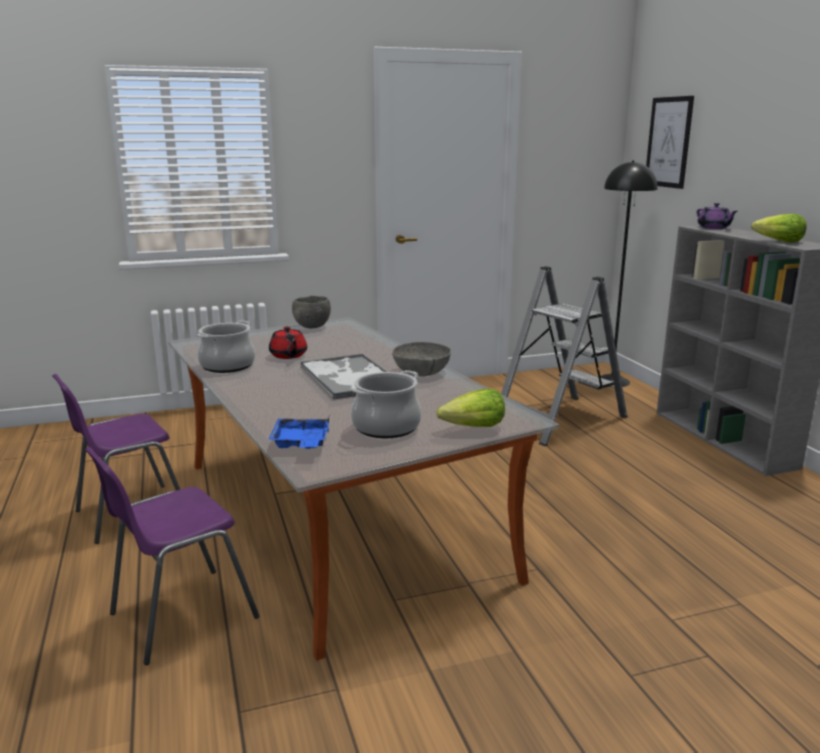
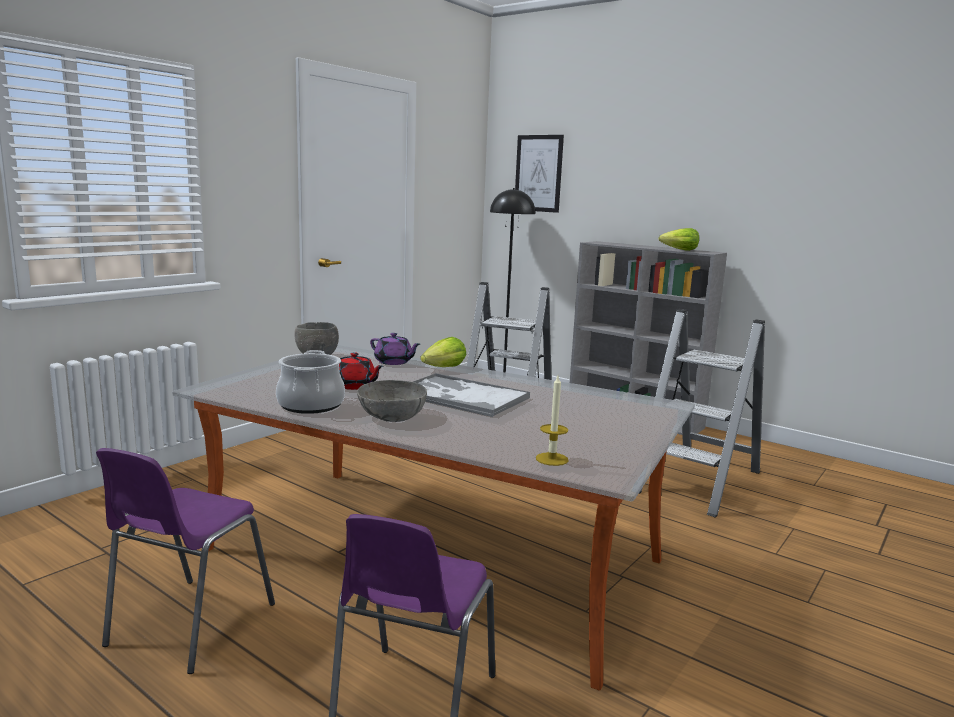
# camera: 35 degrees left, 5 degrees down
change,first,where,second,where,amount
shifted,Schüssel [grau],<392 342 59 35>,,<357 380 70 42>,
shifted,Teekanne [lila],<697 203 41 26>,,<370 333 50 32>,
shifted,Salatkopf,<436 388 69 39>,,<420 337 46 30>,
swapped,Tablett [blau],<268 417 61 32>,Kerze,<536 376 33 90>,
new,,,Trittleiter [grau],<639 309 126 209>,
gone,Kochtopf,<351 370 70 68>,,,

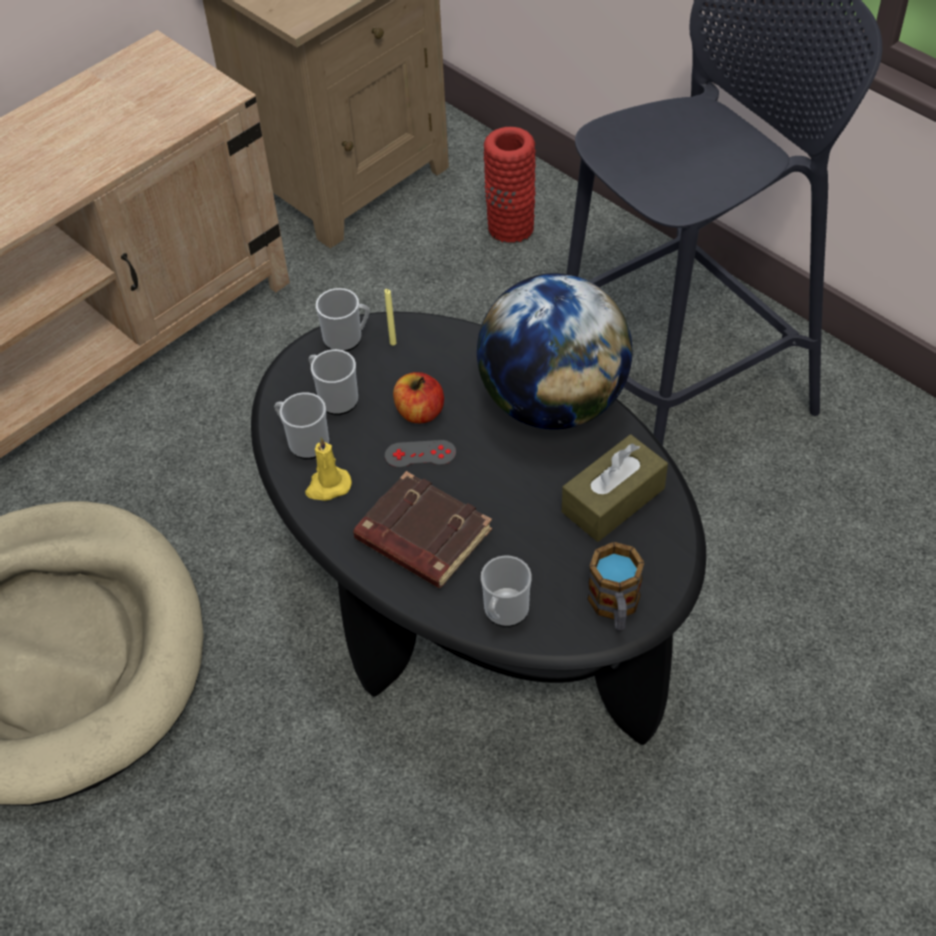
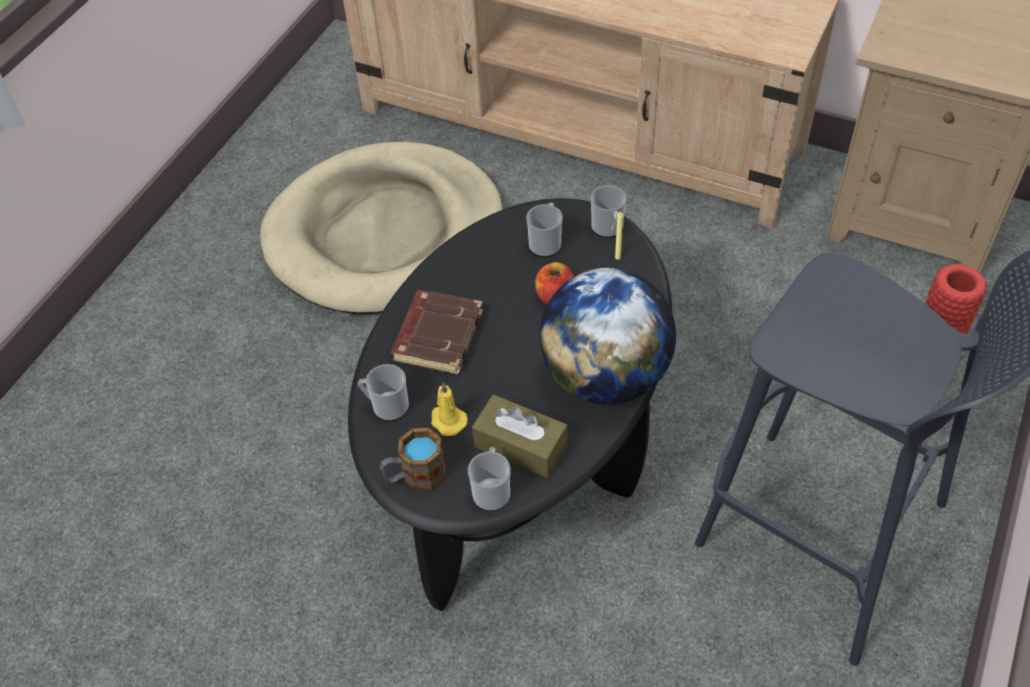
# camera: 70 degrees right, 0 degrees up
change,first,where,second,where,amount
shifted,Kerze [gelb],<305 437 47 64>,,<431 382 37 54>,
shifted,Henkelbecher,<274 392 55 67>,,<468 447 43 64>,
gone,Gamepad [grau],<385 440 71 28>,,,

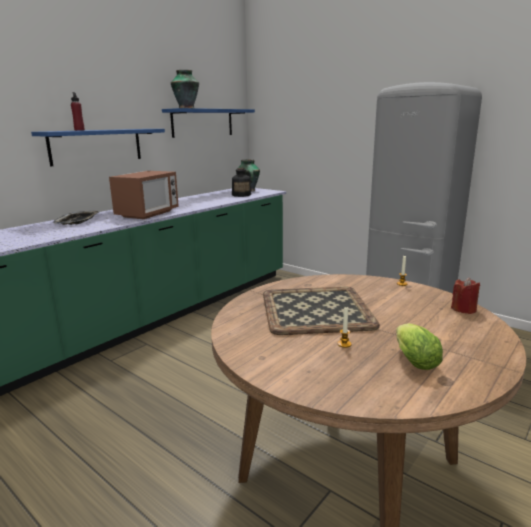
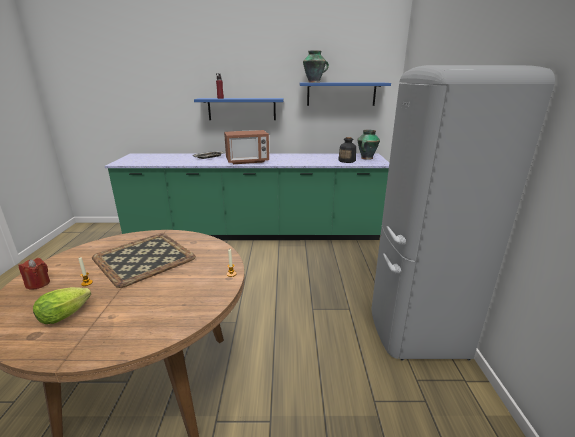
# camera: 50 degrees right, 5 degrees up
change,first,where,second,where,amount
shifted,Kerze [rot],<451 278 29 36>,,<18 258 32 32>,

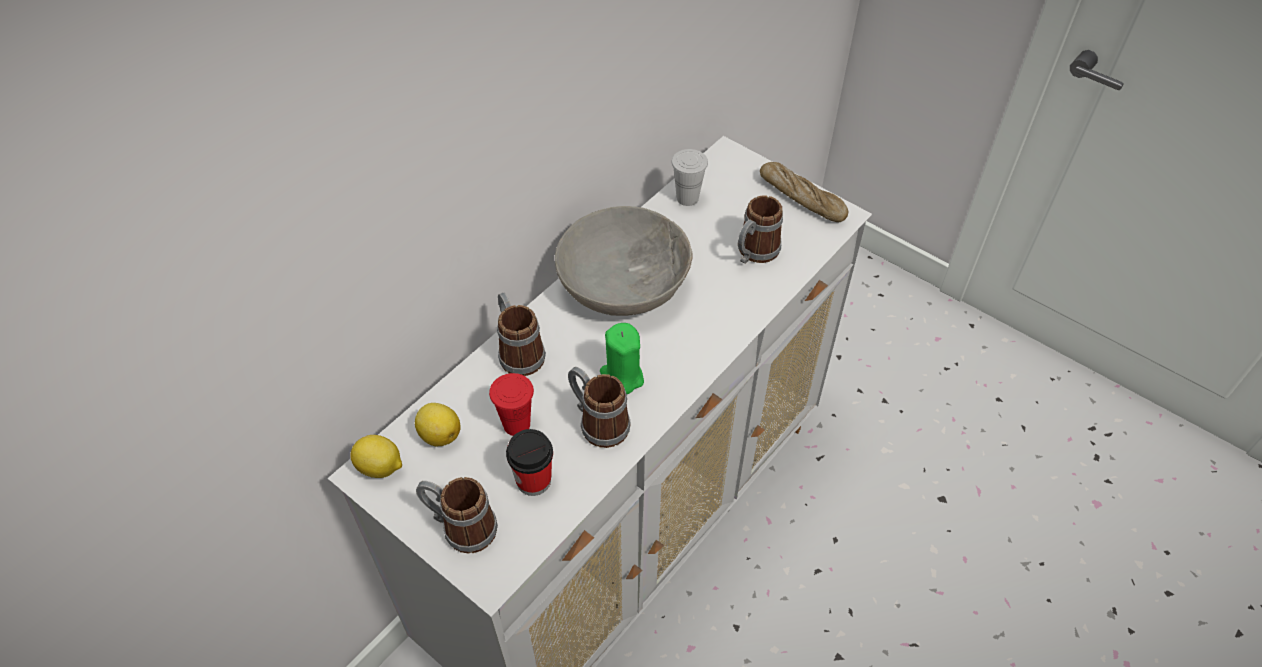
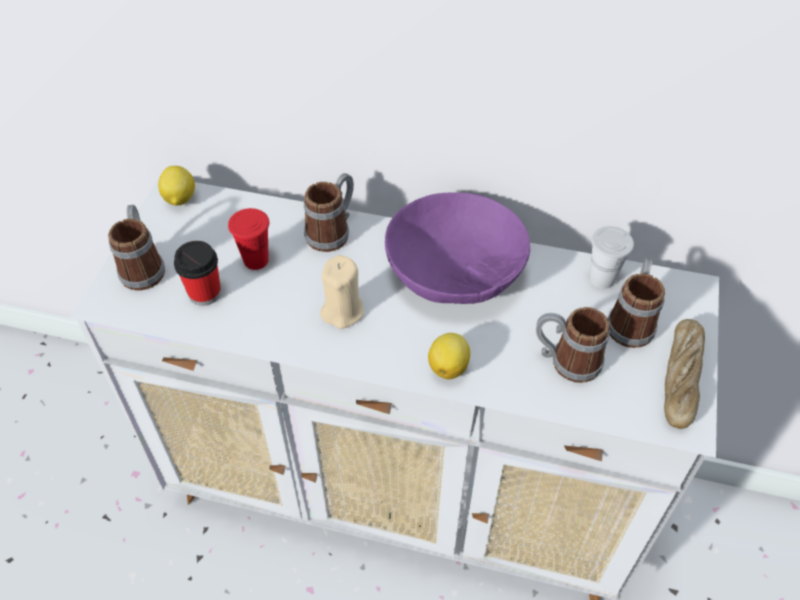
# camera: 65 degrees right, 0 degrees up
change,first,where,second,where,amount
repainted,Kerze [grün],<600 323 44 71>,Kerze [beige],<320 255 44 74>,
repainted,Schüssel [grau],<555 206 137 110>,Schüssel [lila],<385 192 145 112>,
shifted,Zitrone,<415 403 46 43>,,<428 333 42 46>,
shifted,Henkelbecher,<568 367 63 81>,,<607 258 58 90>,

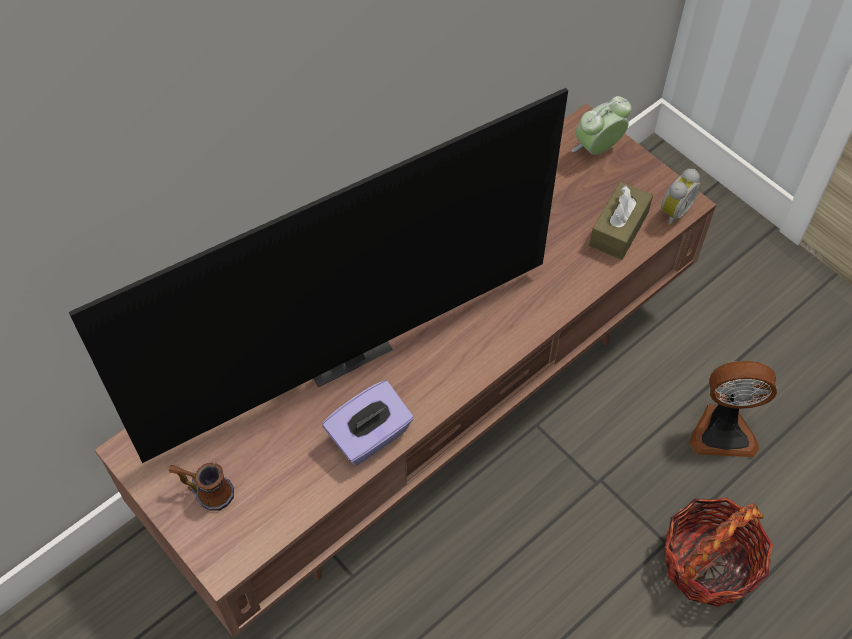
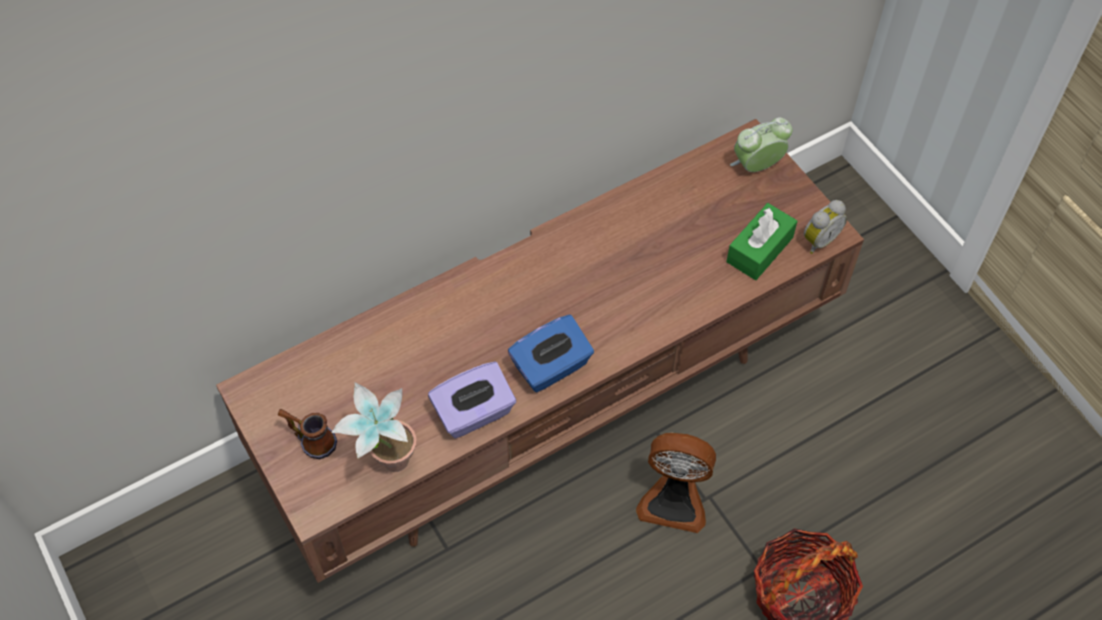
# camera: 10 degrees right, 0 degrees up
change,first,where,second,where,amount
new,,,Topfpflanze,<332 382 84 90>,
new,,,Taschentuchbox [blau],<508 315 86 78>,
shifted,Ventilator,<690 361 87 96>,,<636 433 80 100>,
repainted,Taschentuchbox [braun],<589 182 64 78>,Taschentuchbox [grün],<726 203 71 77>,
gone,Fernseher,<69 88 499 375>,,,

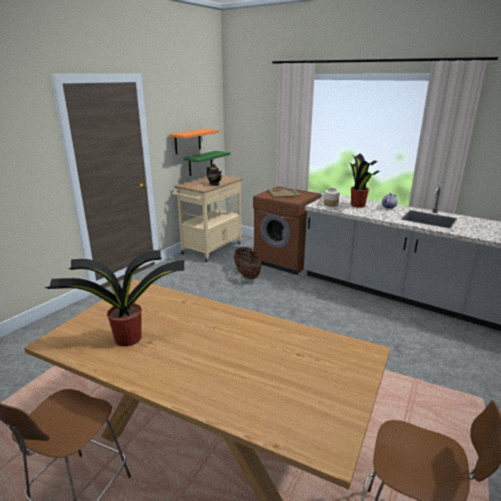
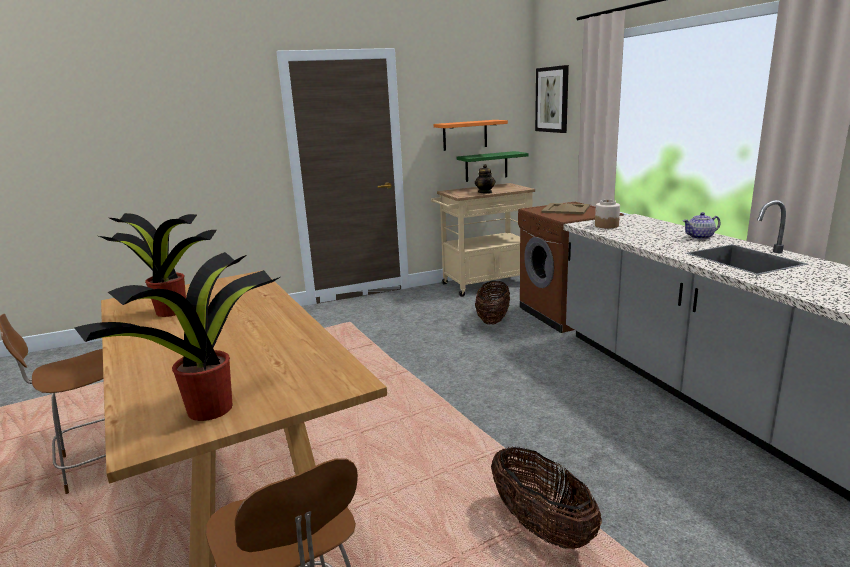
# camera: 35 degrees right, 5 degrees down
change,first,where,second,where,amount
shifted,Topfpflanze,<348 154 31 53>,,<74 252 206 169>,
new,,,Korb,<491 447 111 102>,
new,,,Bild,<535 65 34 68>,

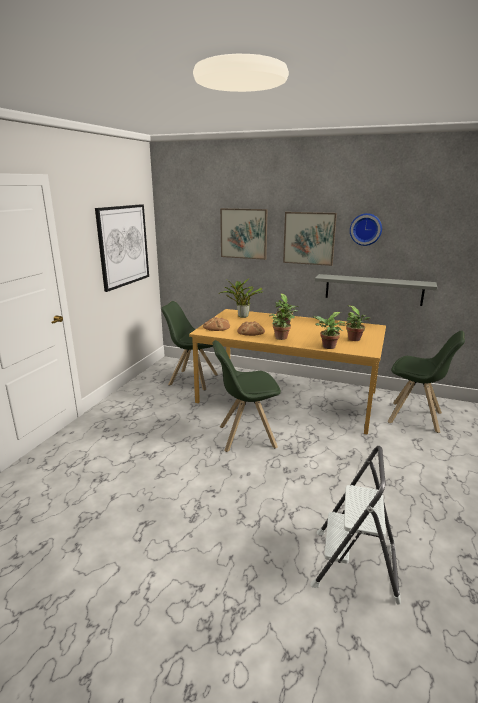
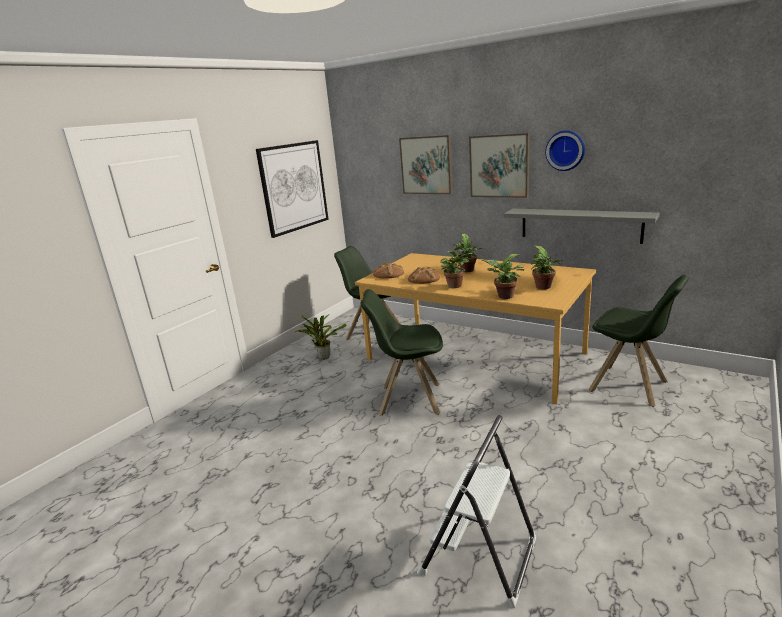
# camera: 15 degrees right, 0 degrees up
change,first,where,second,where,amount
shifted,Topfpflanze,<218 279 45 39>,,<295 314 51 46>,

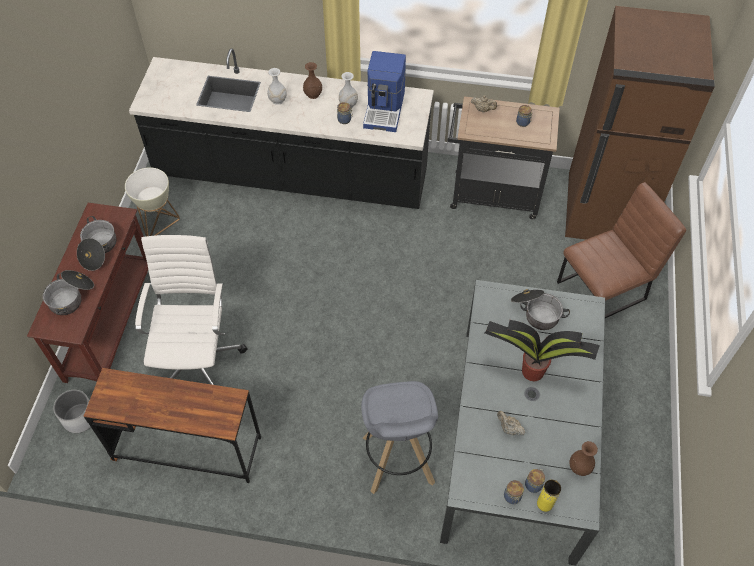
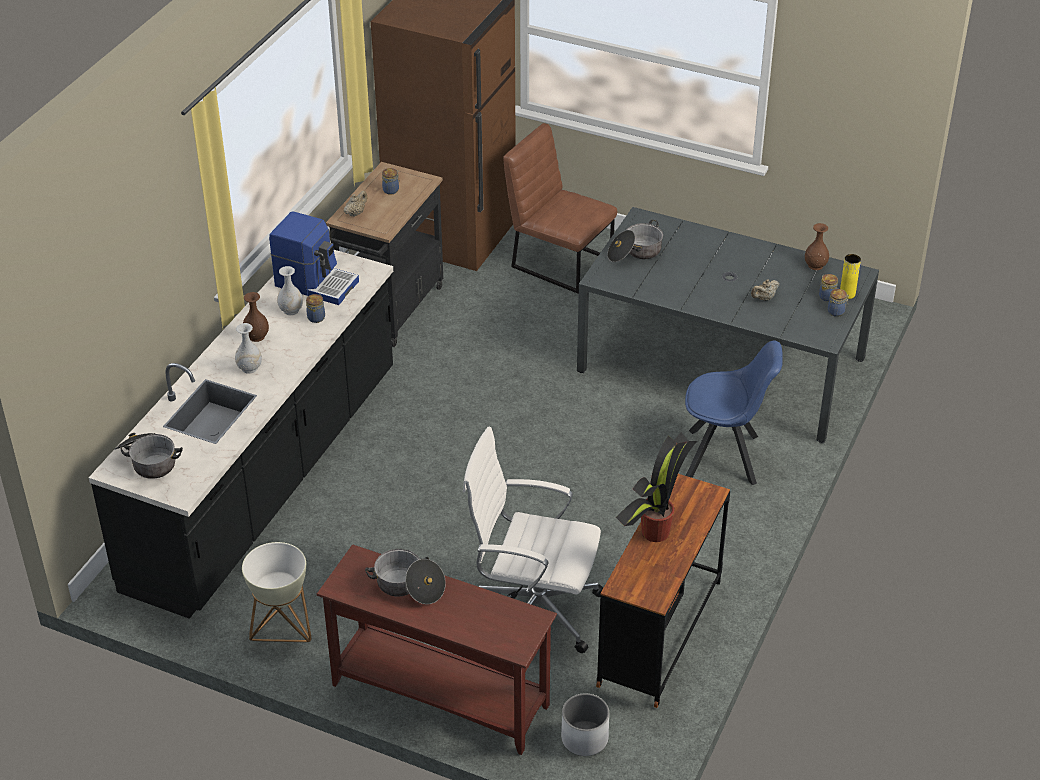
# camera: 75 degrees left, 15 degrees down
change,first,where,second,where,amount
shifted,Kochtopf,<43 270 51 45>,,<114 433 69 46>,
rotated,Stuhl [braun],<557 182 129 136>,,<503 123 114 170>,45 degrees counterclockwise
shifted,Topfpflanze,<485 320 115 61>,,<616 432 81 110>,
swapped,Hocker [grau],<361 381 77 113>,Stuhl [blau],<685 341 98 144>,

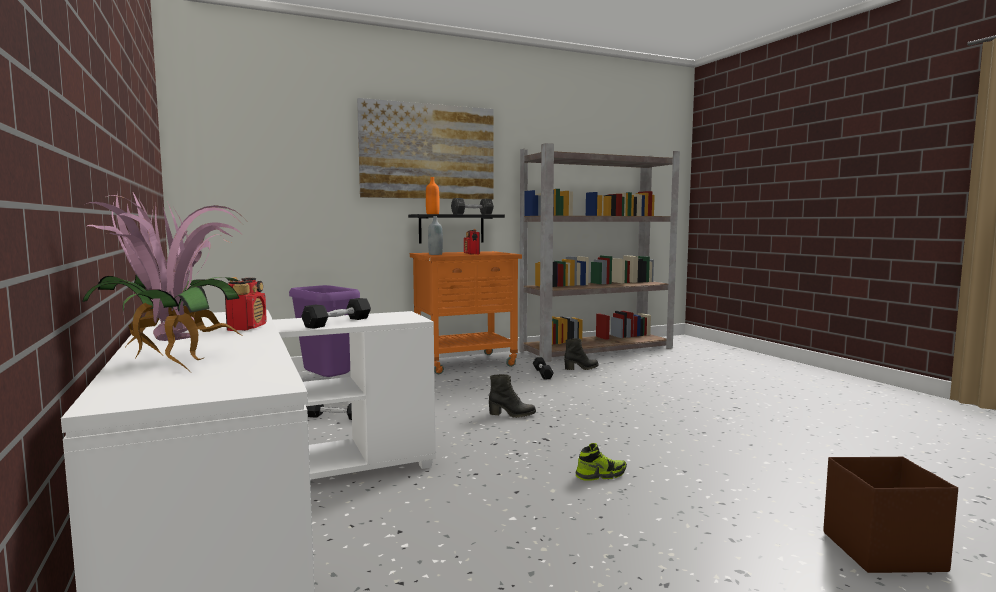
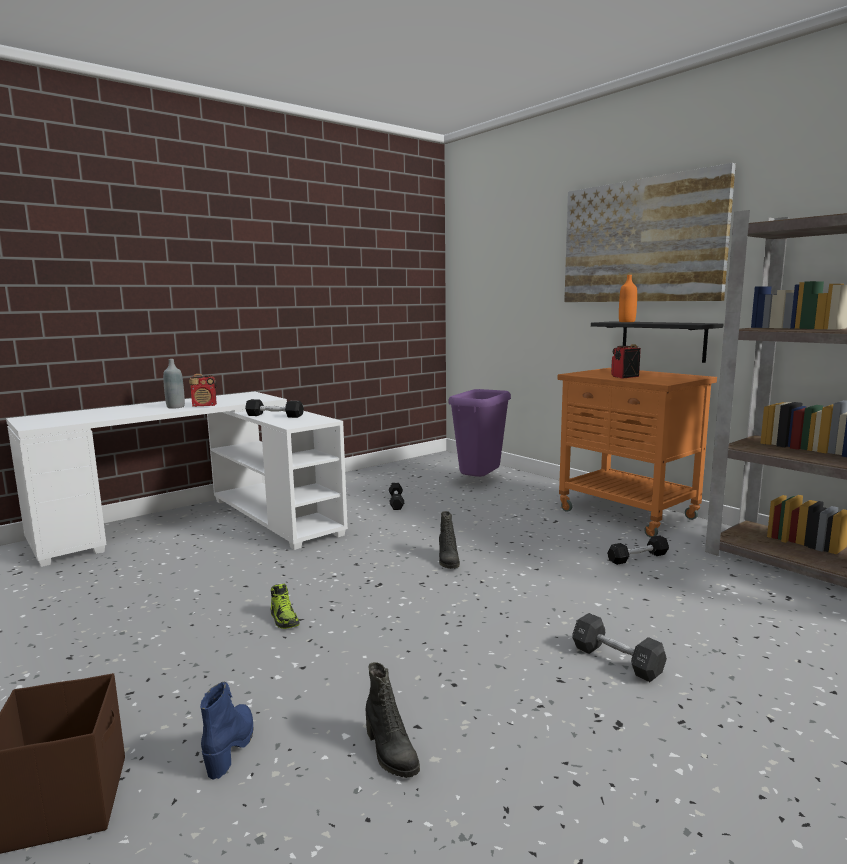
# camera: 75 degrees right, 5 degrees up
change,first,where,second,where,amount
shifted,Flasche [grau],<428 216 15 39>,,<163 359 22 50>,
new,,,Stiefel [blau],<200 682 53 98>,
shifted,Stiefel [schwarz],<564 338 34 32>,,<366 662 54 116>,
shifted,Hantel [schwarz],<451 198 43 16>,,<572 613 95 69>,
gone,Topfpflanze,<82 192 162 178>,,,

